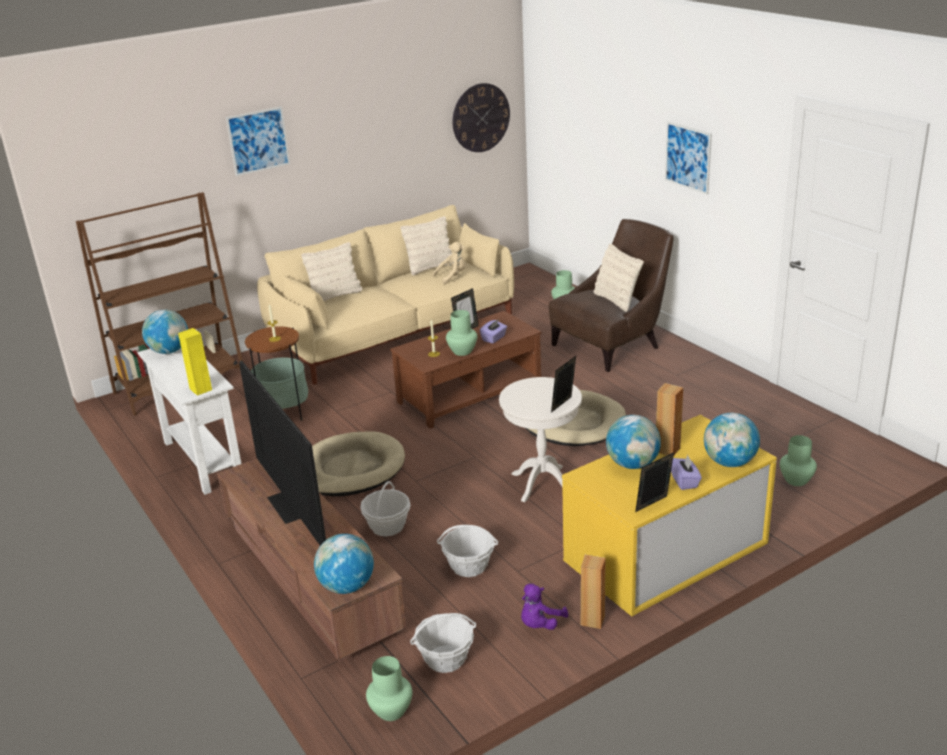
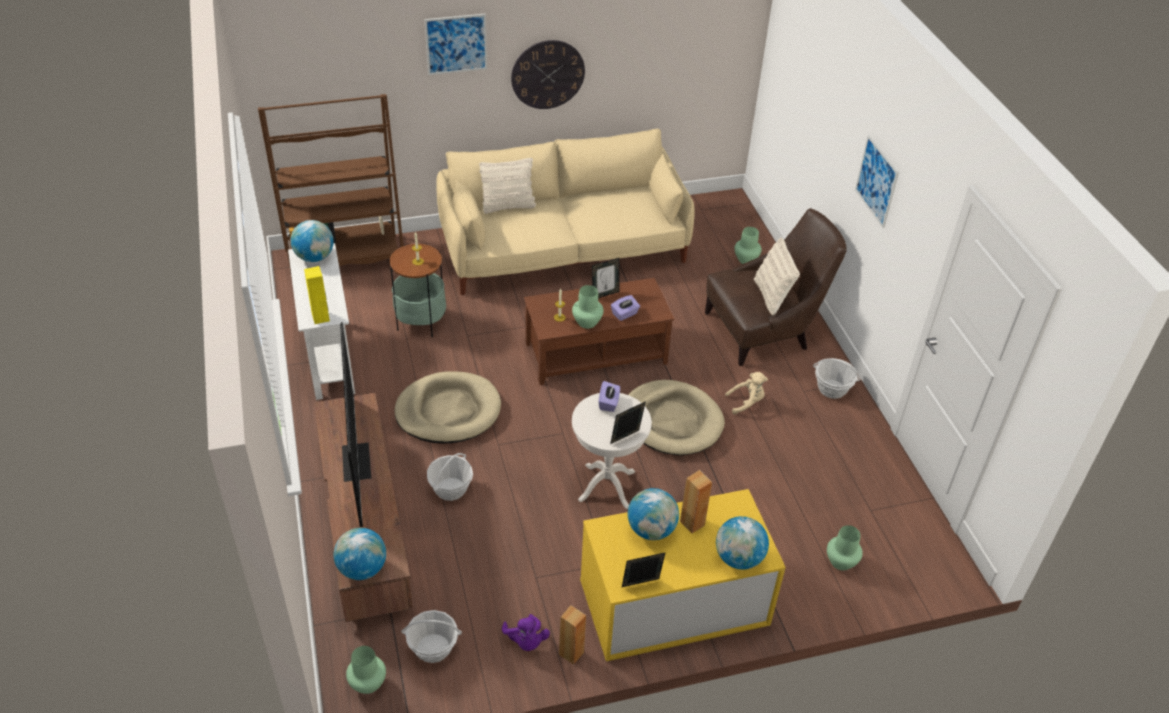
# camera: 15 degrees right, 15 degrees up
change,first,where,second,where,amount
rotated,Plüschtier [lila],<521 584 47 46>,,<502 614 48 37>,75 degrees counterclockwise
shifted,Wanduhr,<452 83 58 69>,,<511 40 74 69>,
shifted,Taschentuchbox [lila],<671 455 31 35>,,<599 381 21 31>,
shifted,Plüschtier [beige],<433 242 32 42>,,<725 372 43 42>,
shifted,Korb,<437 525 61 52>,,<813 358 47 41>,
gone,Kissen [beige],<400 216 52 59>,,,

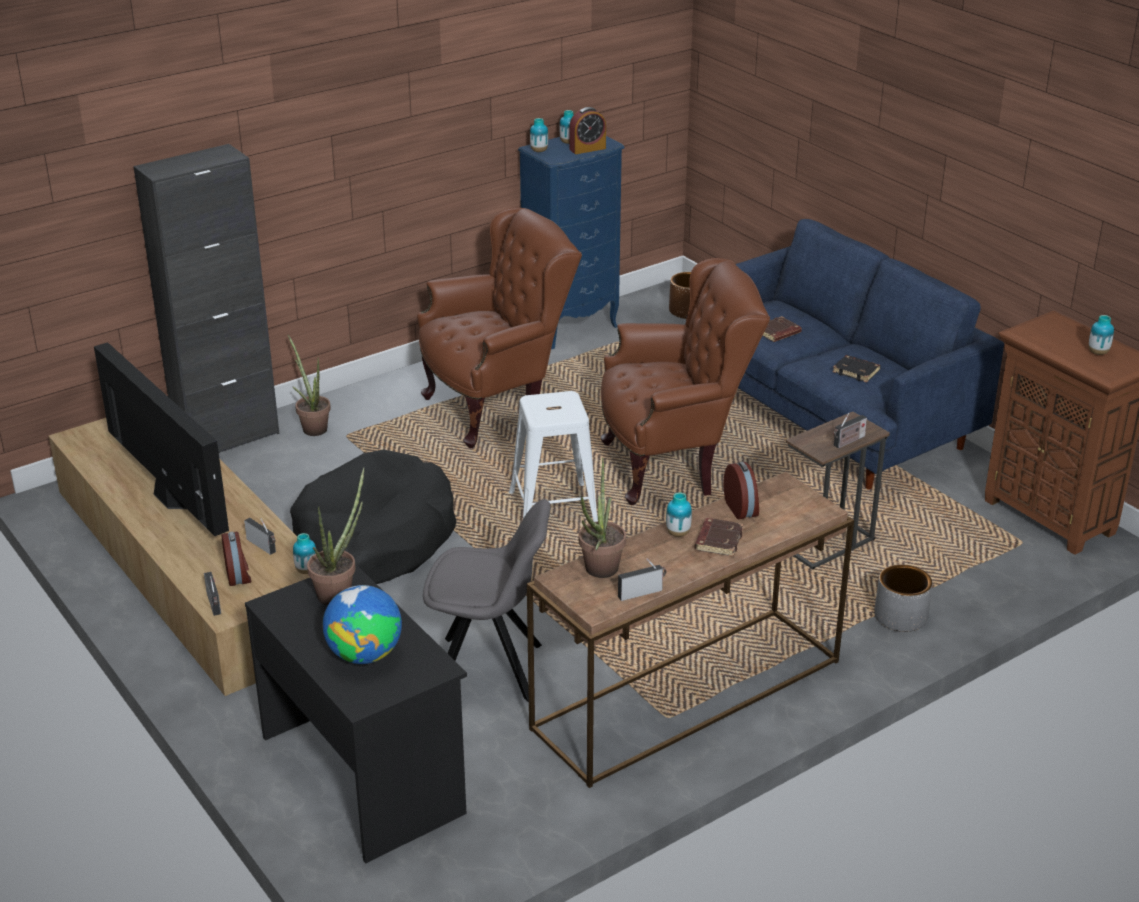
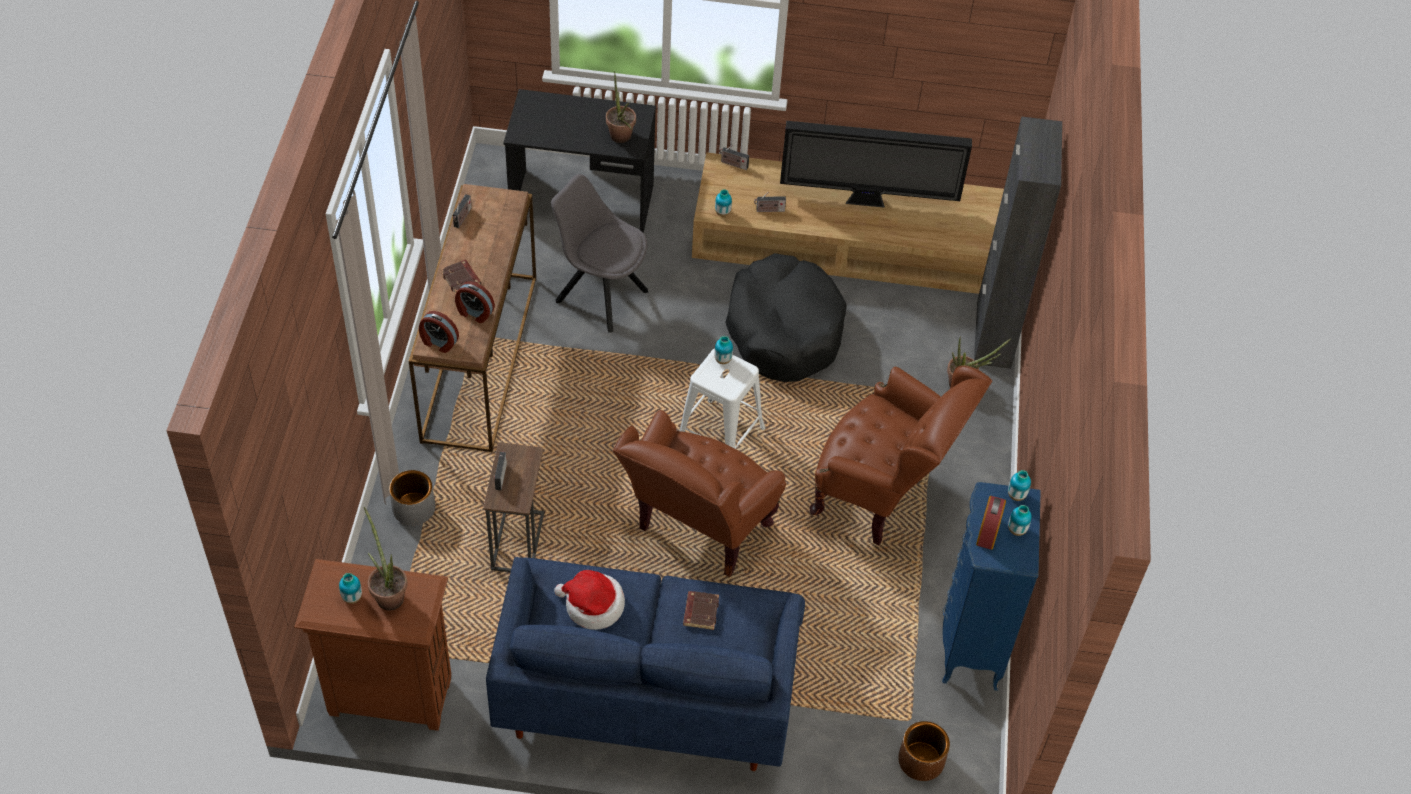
# camera: 130 degrees right, 20 degrees up
change,first,where,second,where,amount
shifted,Topfpflanze,<579 458 47 120>,,<364 507 43 104>,
shifted,Wecker,<221 532 30 54>,,<419 311 40 42>,
rotated,Stuhl [grau],<423 499 128 203>,,<551 174 97 158>,75 degrees clockwise
swapped,Buch [schwarz],<832 355 49 28>,Hut,<554 570 71 60>,
shifted,Vase,<666 492 26 45>,,<714 336 19 28>,
rotated,Sessel [braun],<417 208 165 240>,,<810 365 182 181>,75 degrees counterclockwise
gone,Globus,<323 585 79 79>,,,

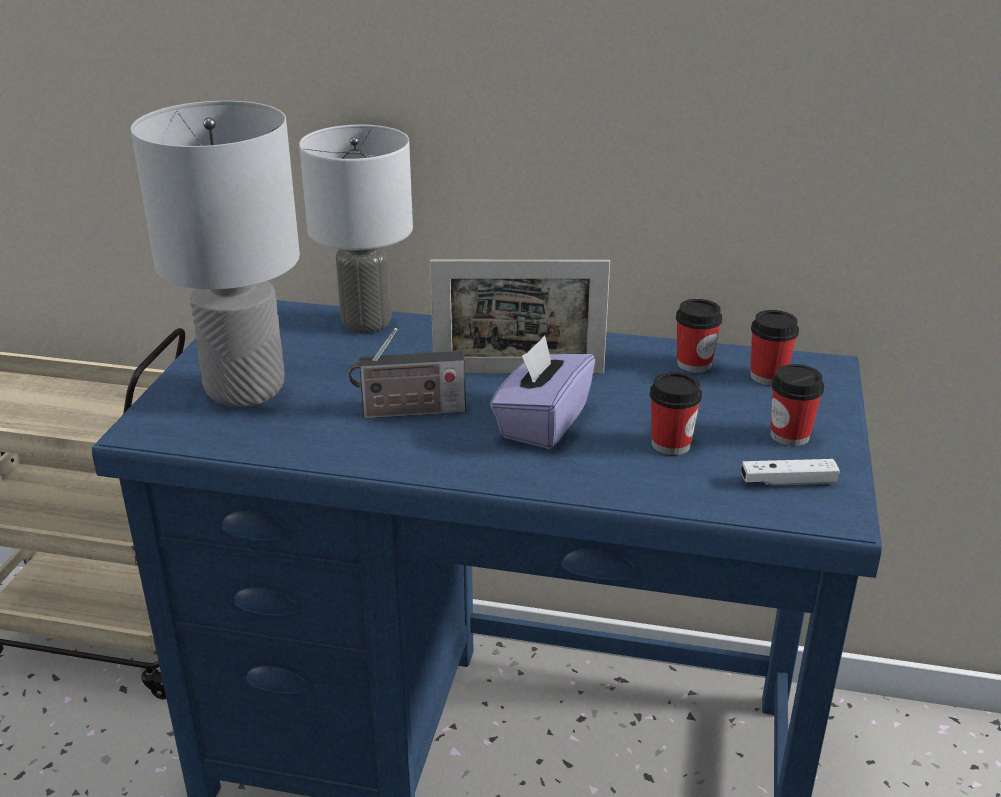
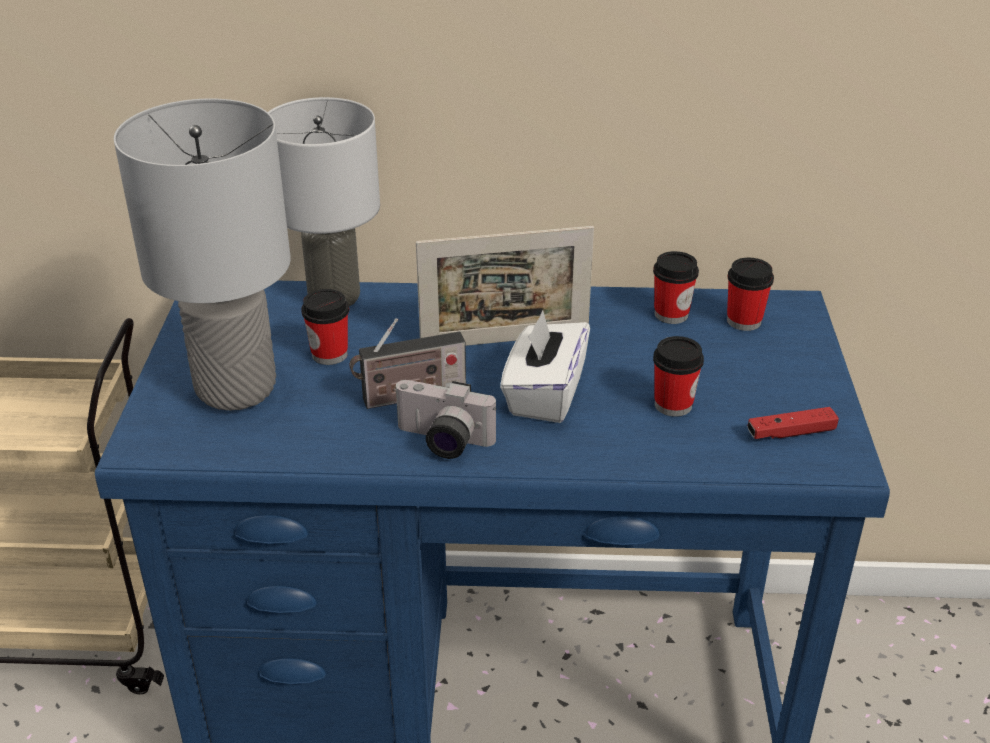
# camera: 10 degrees left, 5 degrees up
change,first,where,second,where,amount
shifted,Tasse,<770 364 54 82>,,<301 289 48 76>,
new,,,Kamera,<393 380 104 79>,
repainted,Taschentuchbox [lila],<490 335 105 114>,Taschentuchbox [weiß],<500 311 90 112>,
repainted,Gamepad [weiß],<741 459 99 26>,Gamepad [rot],<747 407 92 32>,

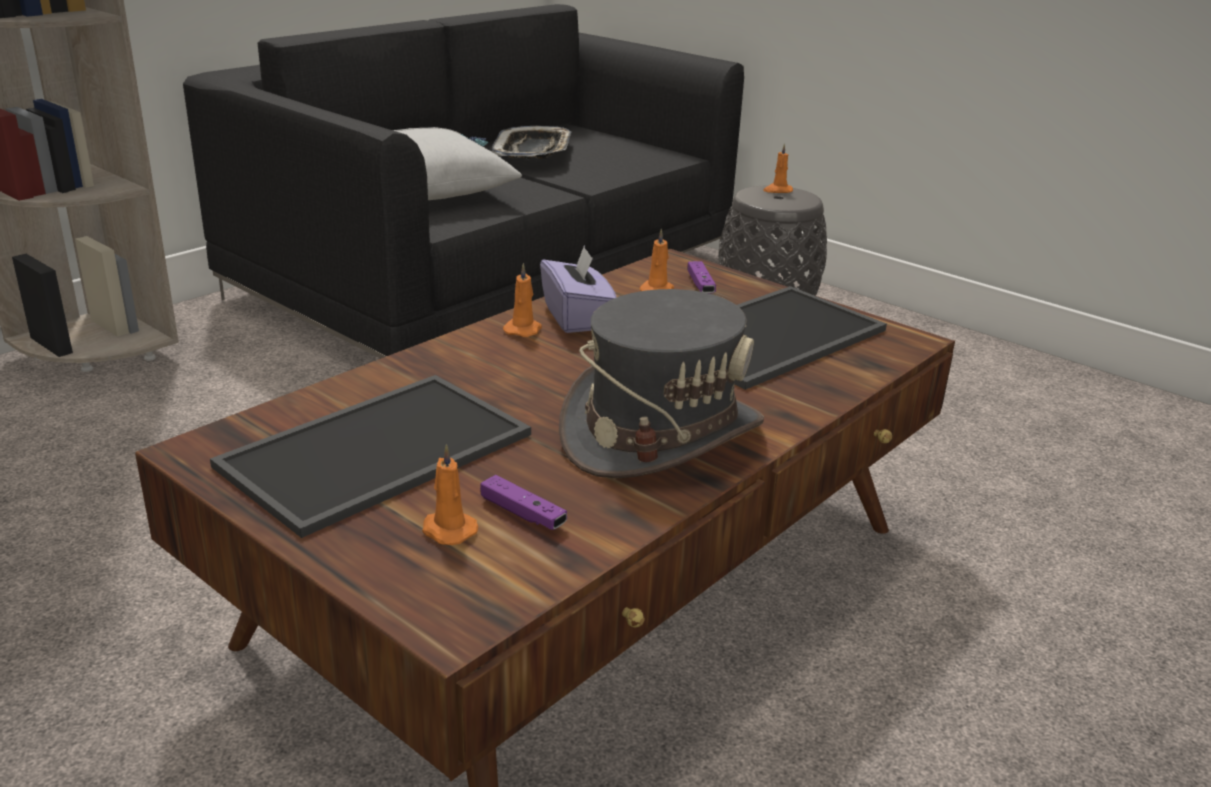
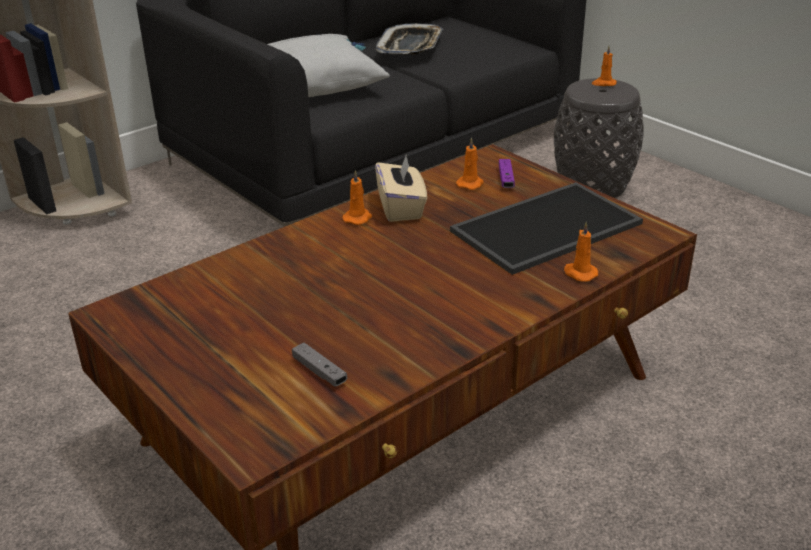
# camera: 10 degrees right, 5 degrees up
change,first,where,second,where,amount
repainted,Gamepad [lila],<480 475 87 55>,Gamepad [grau],<292 343 55 43>,
repainted,Taschentuchbox [lila],<540 246 77 87>,Taschentuchbox [beige],<375 153 52 69>,
shifted,Kerze [orange],<422 444 56 101>,,<564 222 34 60>,
gone,Tablett,<210 375 321 163>,,,
gone,Hut [grau],<559 289 205 190>,,,

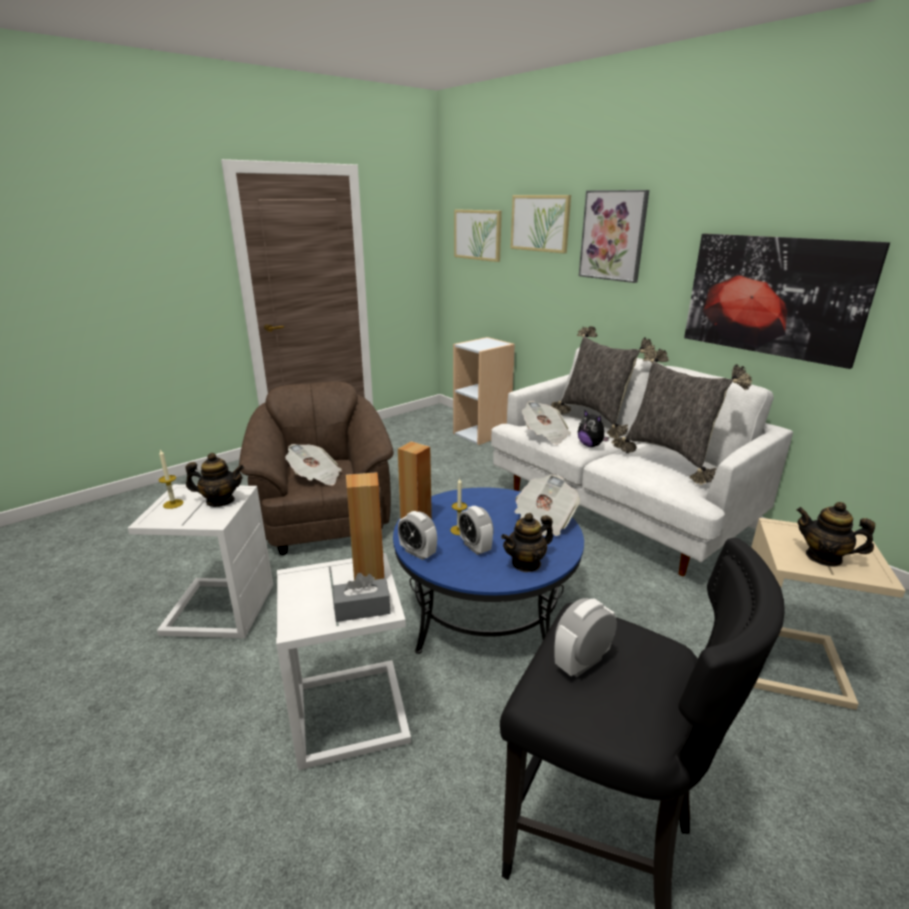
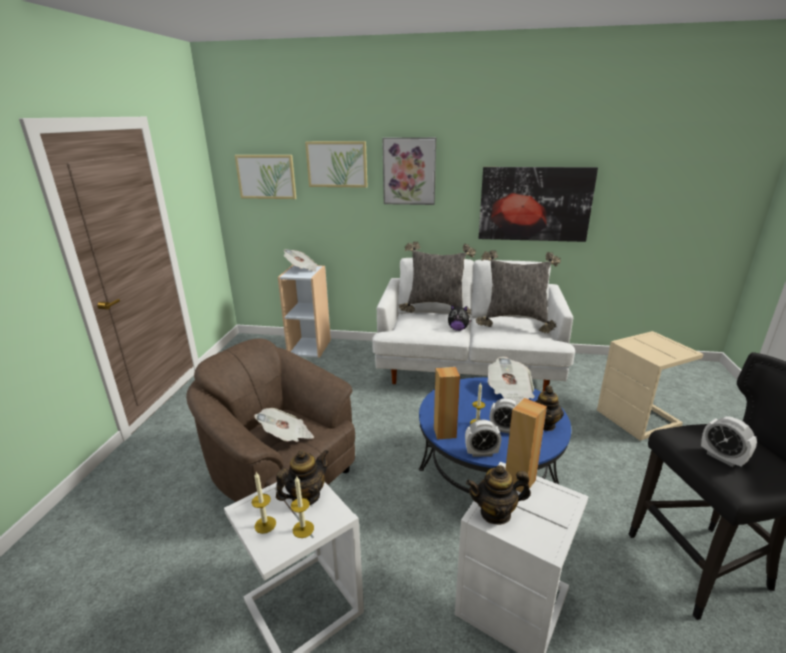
# camera: 40 degrees left, 0 degrees up
change,first,where,second,where,amount
shifted,Zeitung,<522 401 49 44>,,<284 249 33 23>,
new,,,Kerze,<291 475 23 63>,
shifted,Teekanne,<796 502 79 65>,,<466 465 65 60>,
rotated,Wecker,<554 598 63 80>,,<701 416 56 51>,45 degrees counterclockwise
gone,Taschentuchbox [grau],<333 573 57 49>,,,

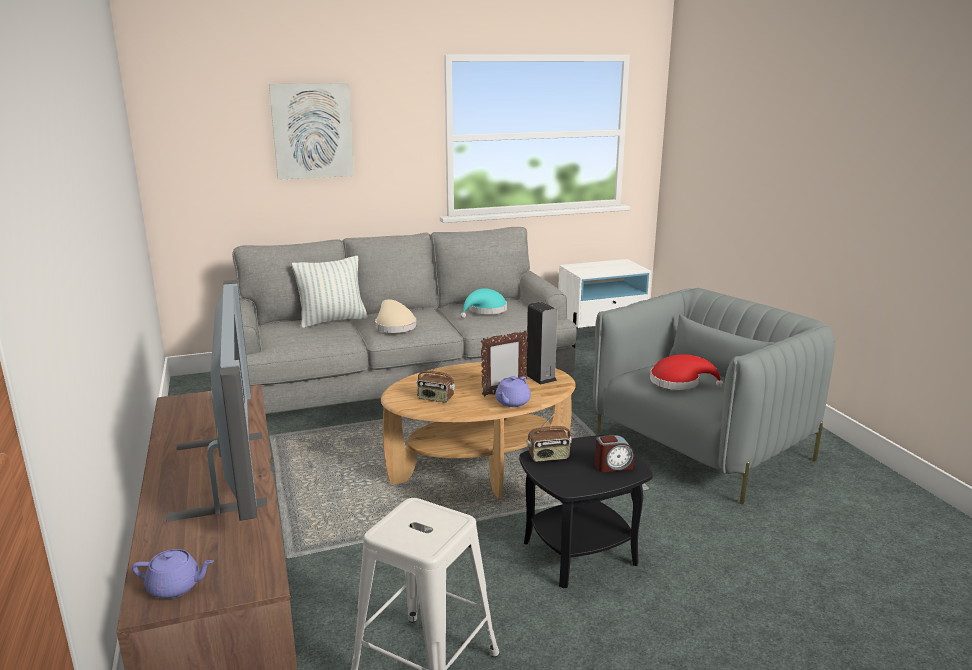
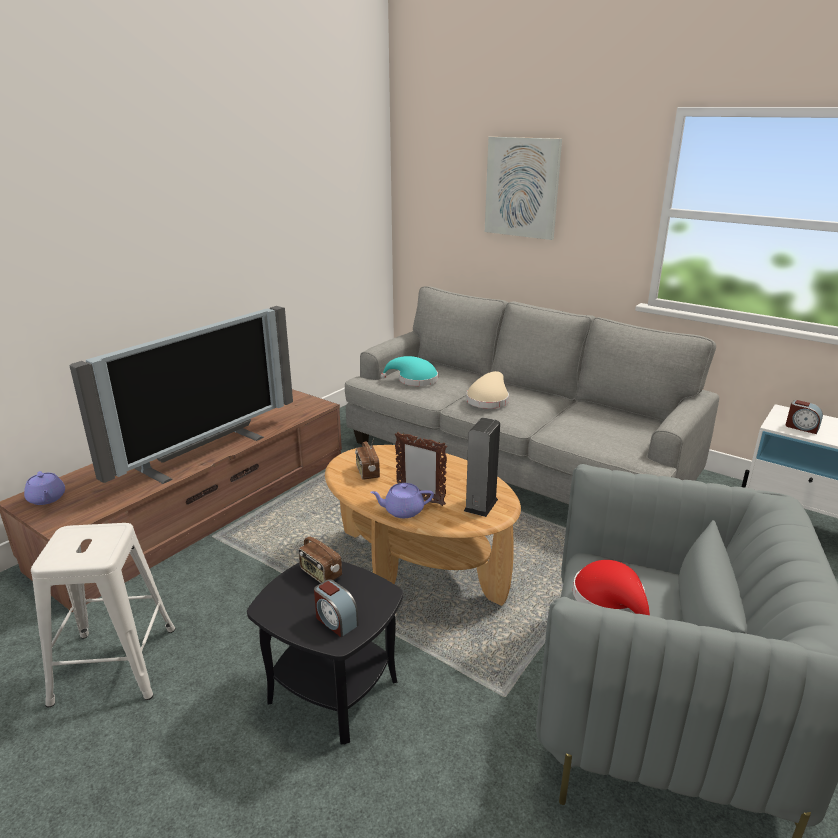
# camera: 55 degrees right, 5 degrees up
change,first,where,second,where,amount
shifted,Hut [türkis],<460 288 47 30>,,<381 356 57 30>,
new,,,Wecker,<786 400 37 34>,
gone,Kissen,<292 256 76 72>,,,

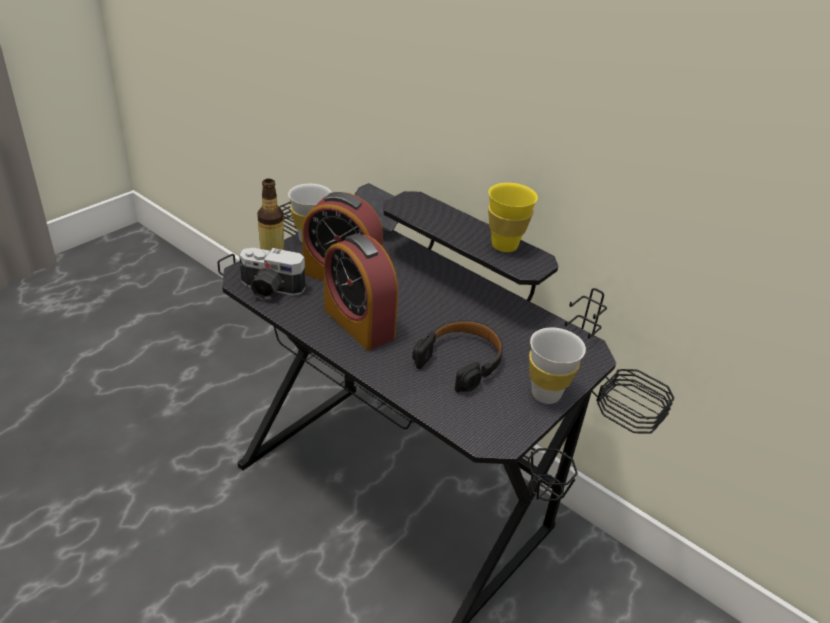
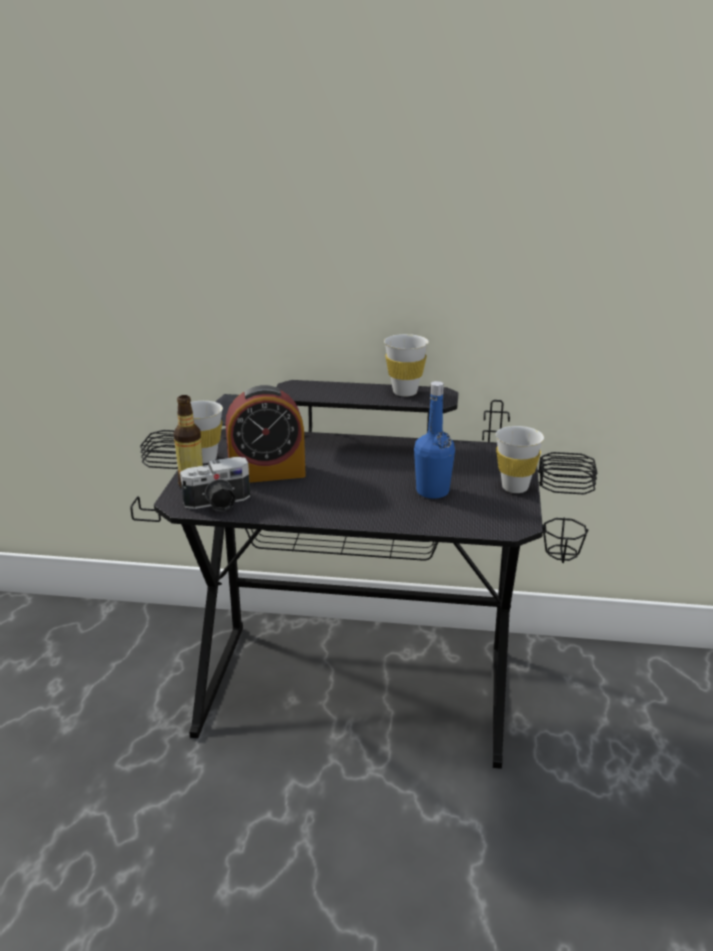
# camera: 30 degrees left, 10 degrees down
change,first,where,second,where,amount
repainted,Tasse [gelb],<488 183 50 69>,Tasse [weiß],<384 334 45 62>,
swapped,Kopfhörer [schwarz],<412 320 91 72>,Flasche [blau],<414 381 41 118>,
gone,Wecker,<324 234 74 116>,,,

